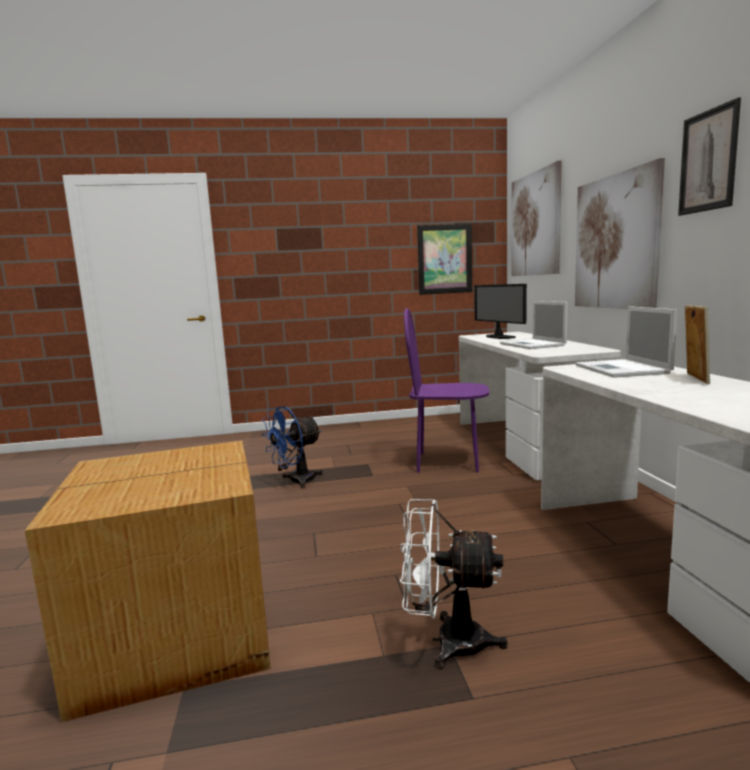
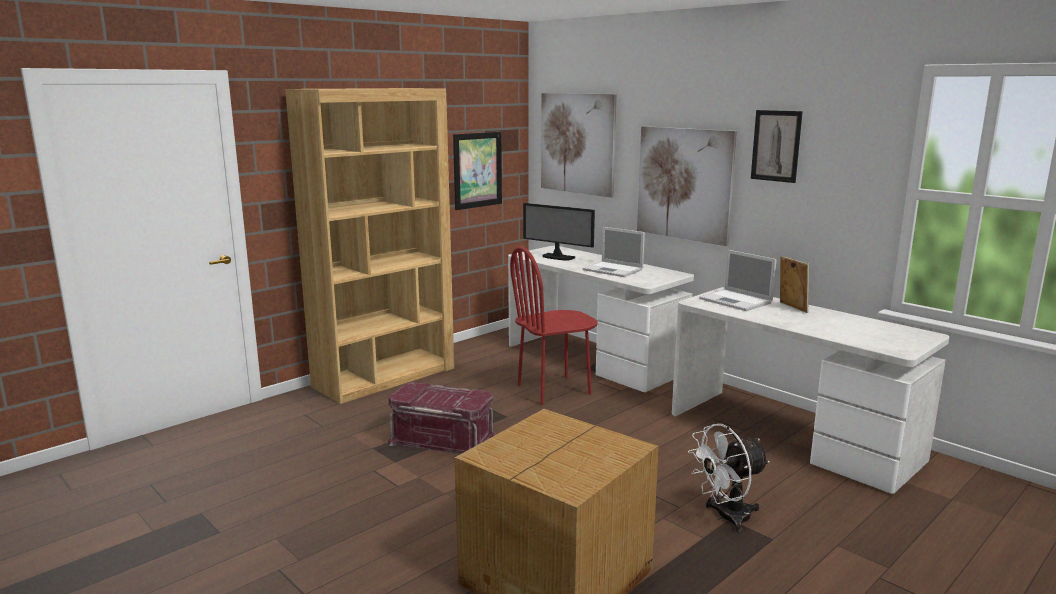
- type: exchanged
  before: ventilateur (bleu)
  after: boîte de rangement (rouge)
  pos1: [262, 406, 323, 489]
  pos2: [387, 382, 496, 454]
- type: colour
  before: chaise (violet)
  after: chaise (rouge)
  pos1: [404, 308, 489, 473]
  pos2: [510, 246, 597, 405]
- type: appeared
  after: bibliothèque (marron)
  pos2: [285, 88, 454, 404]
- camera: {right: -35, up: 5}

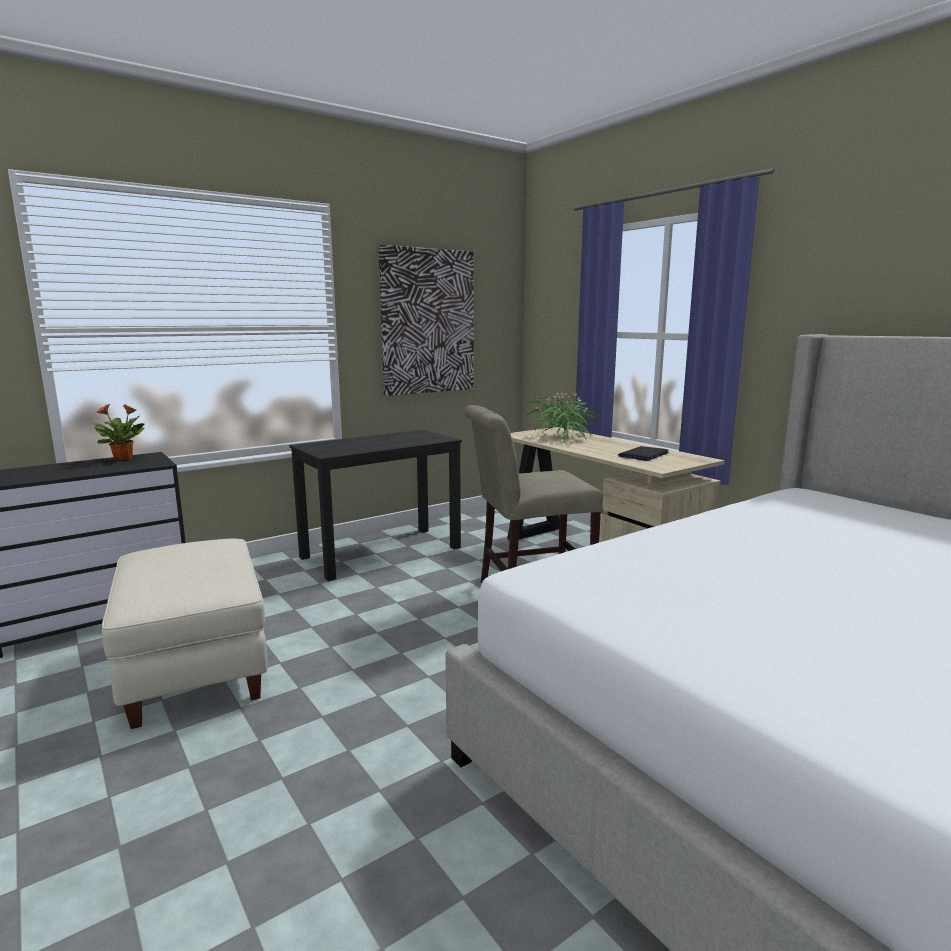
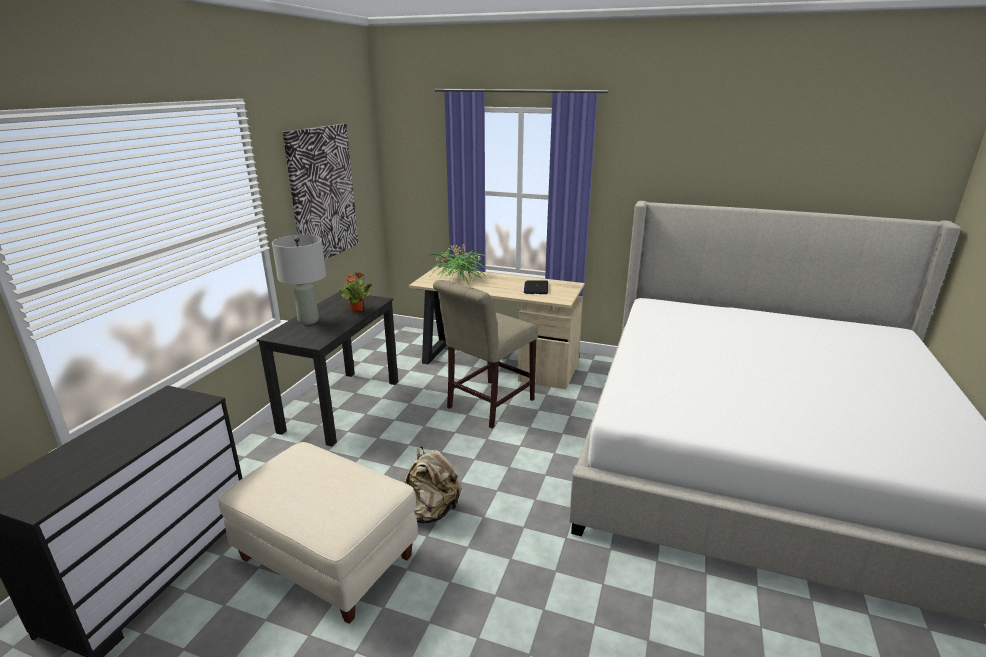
- type: relocated
  before: plante en pot
  pos1: [92, 404, 145, 461]
  pos2: [337, 272, 374, 313]
- type: appeared
  after: lampe de table (gris)
  pos2: [272, 235, 326, 325]
- type: appeared
  after: sac à dos (beige)
  pos2: [405, 446, 461, 523]
- camera: {right: -35, up: 10}

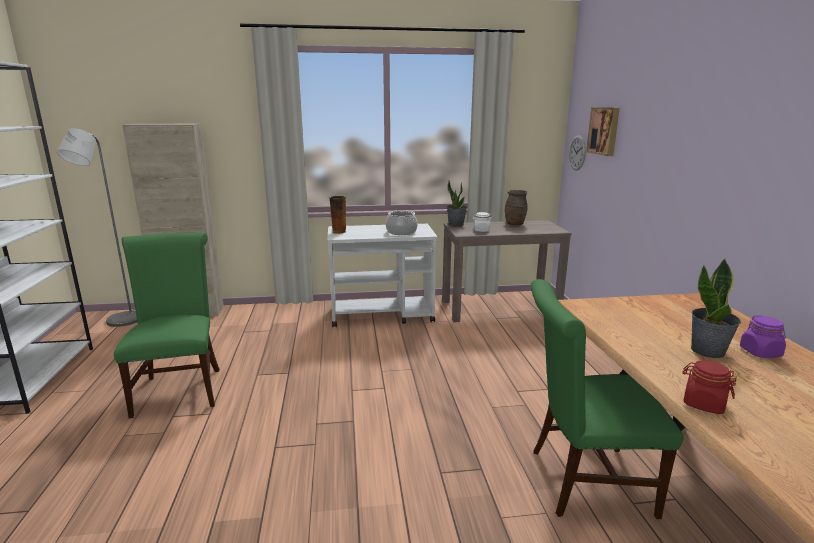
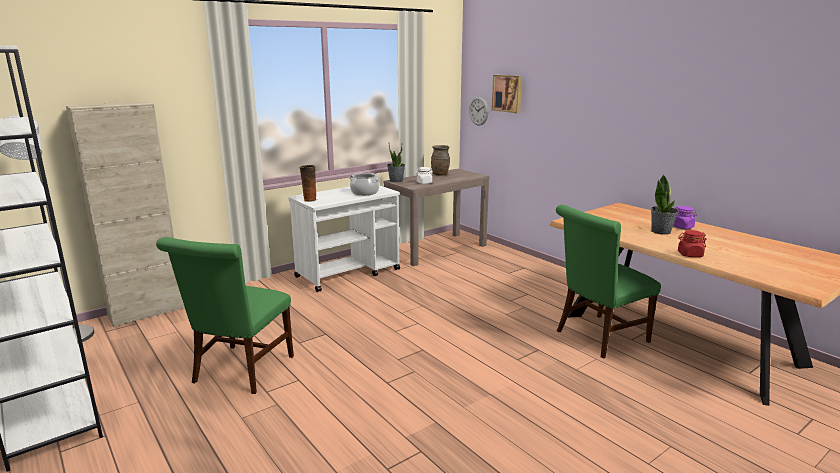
- type: spun
  before: chaise (vert)
  pos1: [114, 232, 220, 418]
  pos2: [156, 237, 294, 394]
  turn: -120
- camera: {right: -30, up: 0}

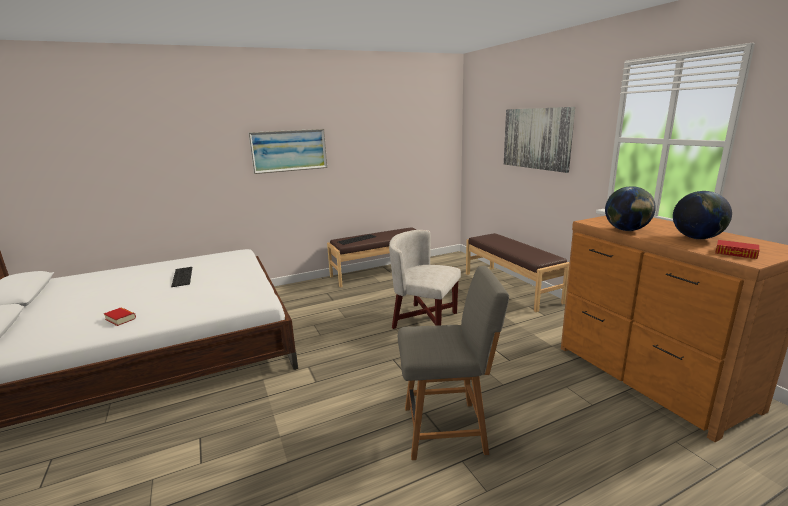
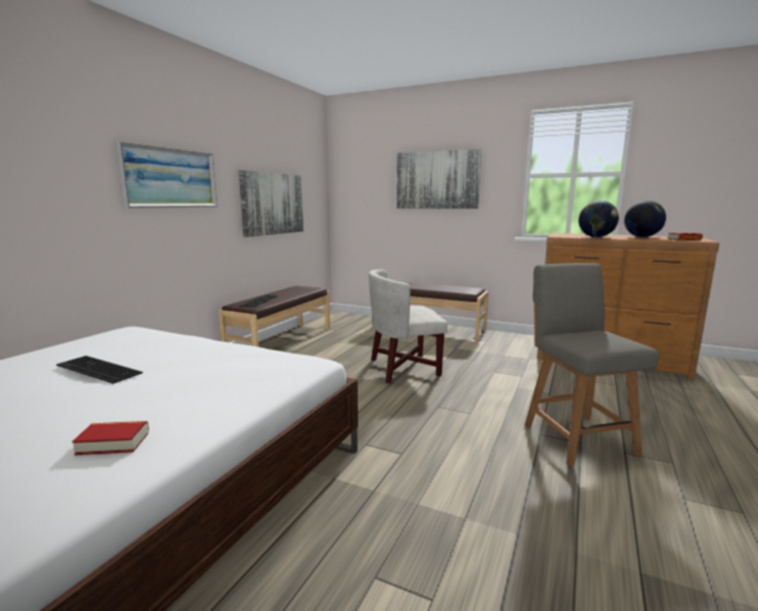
- type: spun
  before: chaise (gris)
  pos1: [398, 266, 509, 460]
  pos2: [524, 263, 659, 466]
  turn: -60
- type: appeared
  after: tableau
  pos2: [239, 170, 304, 237]
- camera: {right: -40, up: -5}

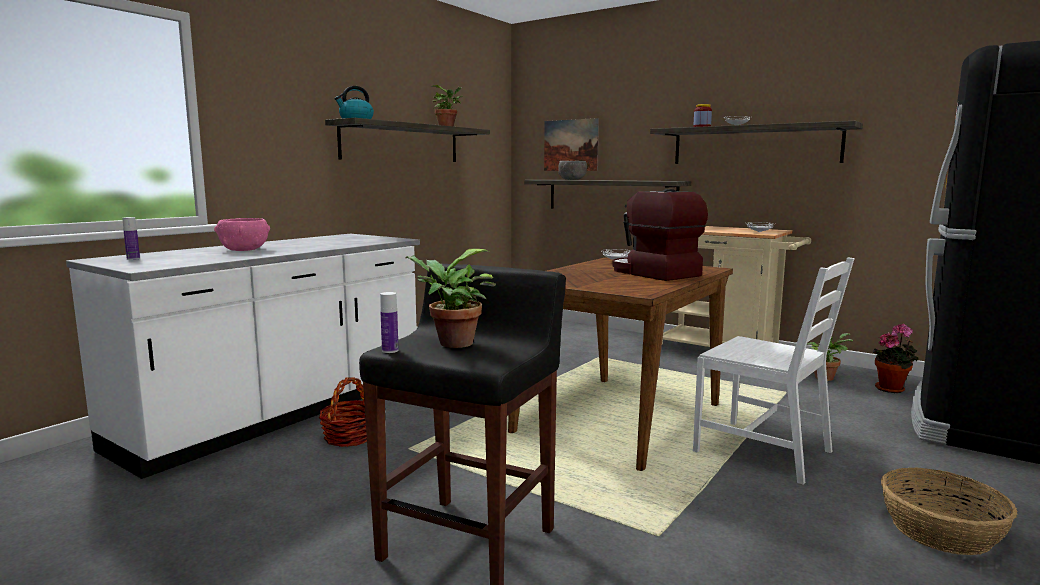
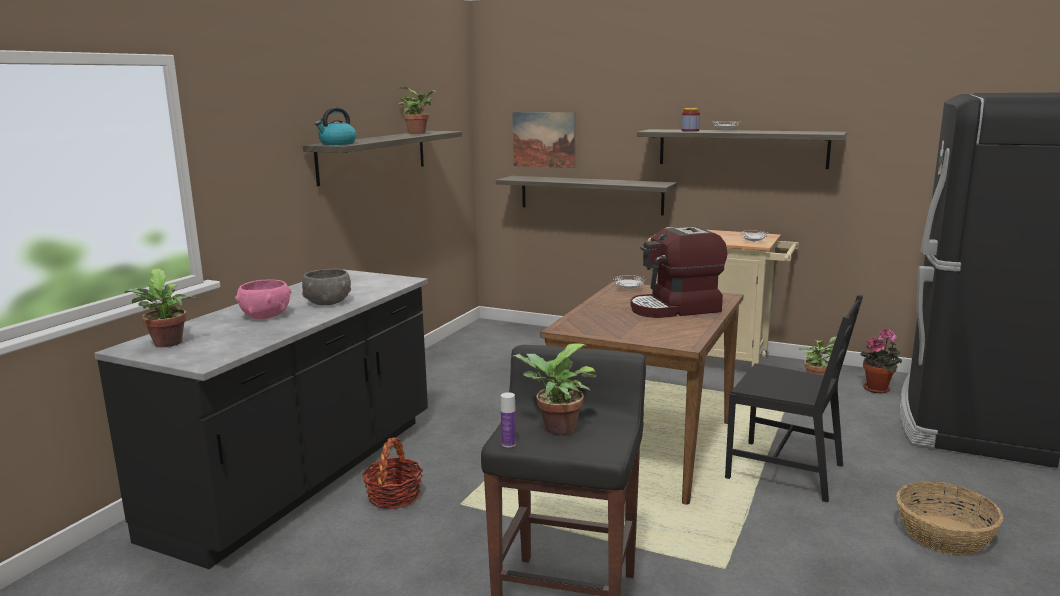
- type: colour
  before: comptoir de cuisine (blanc)
  after: comptoir de cuisine (noir)
  pos1: [66, 234, 420, 479]
  pos2: [94, 269, 428, 569]
- type: exchanged
  before: bouteille
  after: plante en pot
  pos1: [122, 217, 140, 260]
  pos2: [124, 268, 198, 347]
- type: relocated
  before: bol (gris)
  pos1: [558, 161, 587, 180]
  pos2: [302, 269, 351, 305]
- type: spun
  before: machine à café
  pos1: [612, 189, 708, 281]
  pos2: [631, 226, 727, 318]
  turn: -60
- type: colour
  before: chaise (blanc)
  after: chaise (noir)
  pos1: [693, 258, 855, 485]
  pos2: [725, 295, 863, 502]
- camera: {right: -10, up: 5}

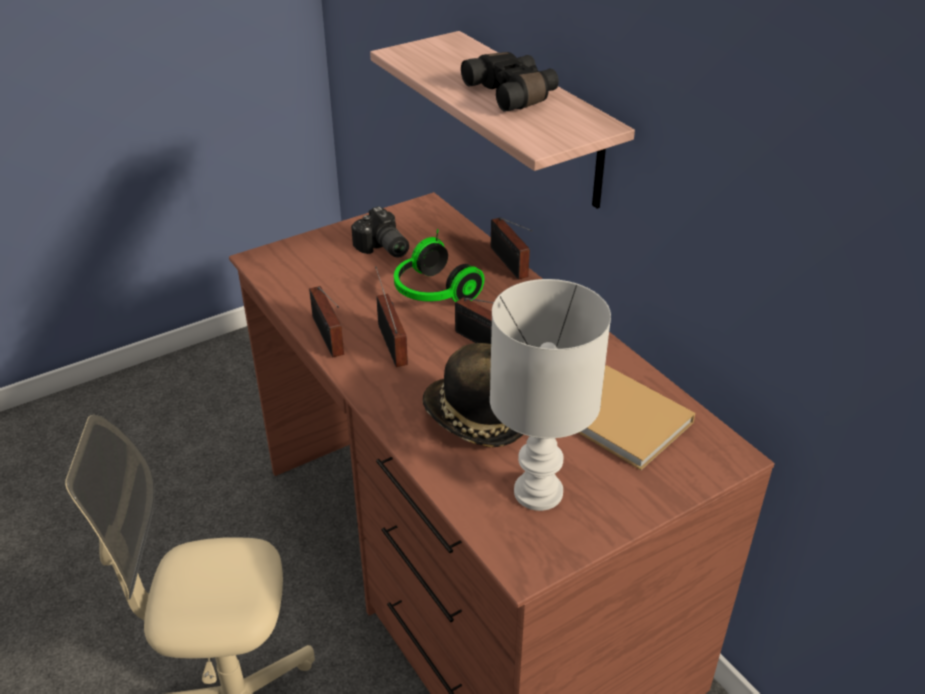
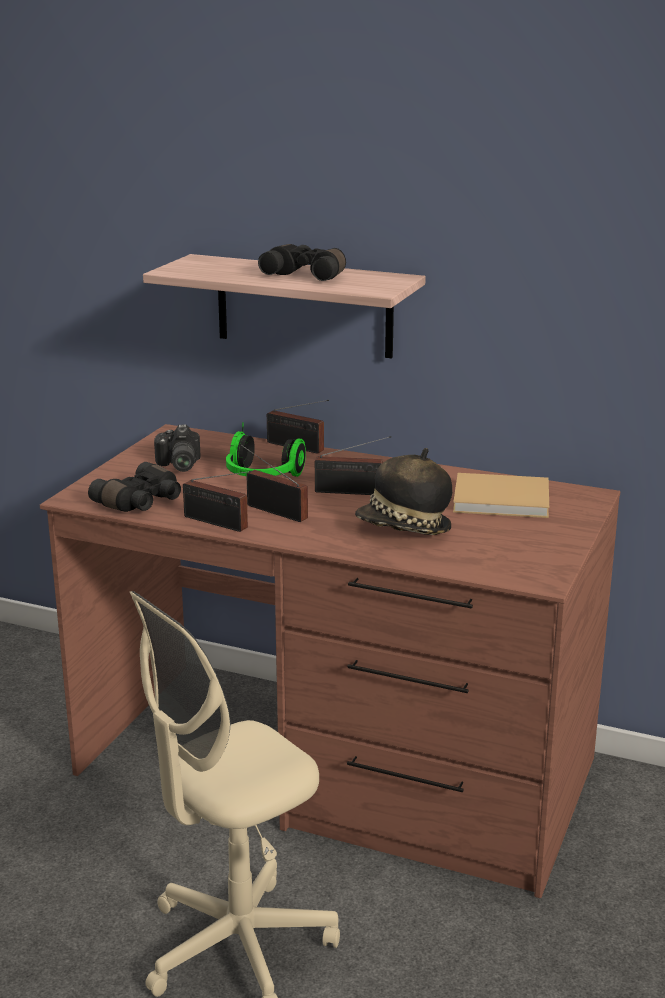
- type: spun
  before: appareil photo
  pos1: [351, 206, 409, 258]
  pos2: [154, 424, 200, 472]
  turn: 60
- type: missing
  before: lampe de table (blanc)
  pos1: [490, 279, 611, 511]
- type: appeared
  after: jumelles (noir)
  pos2: [88, 462, 181, 512]
- camera: {right: -35, up: -15}

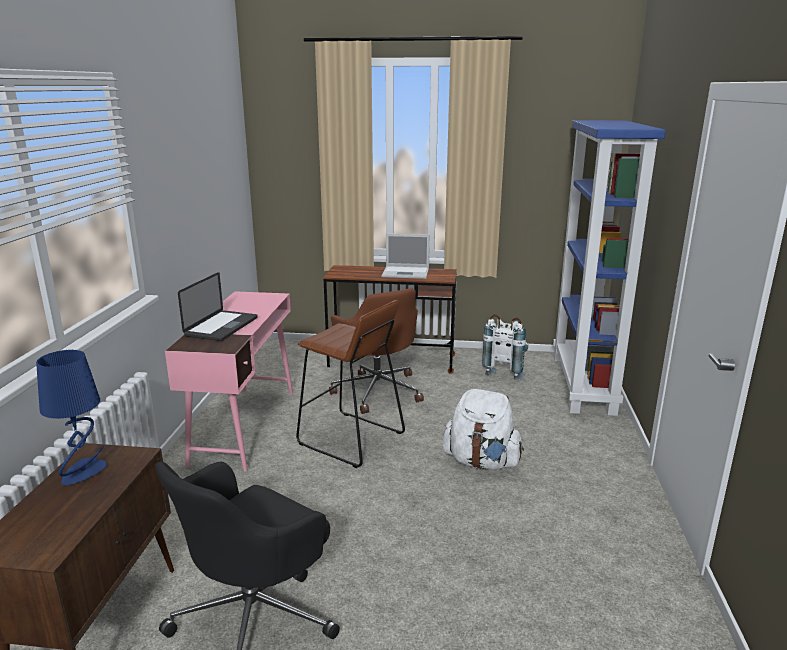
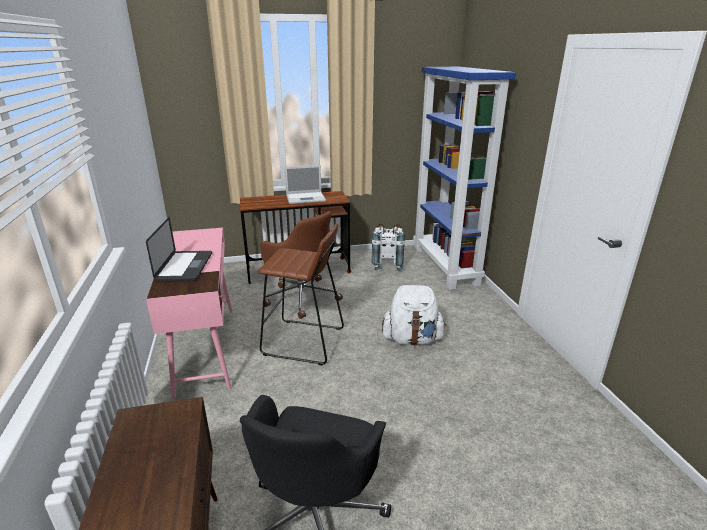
- type: missing
  before: lampe de table (bleu)
  pos1: [36, 350, 107, 485]
- camera: {right: -20, up: 5}

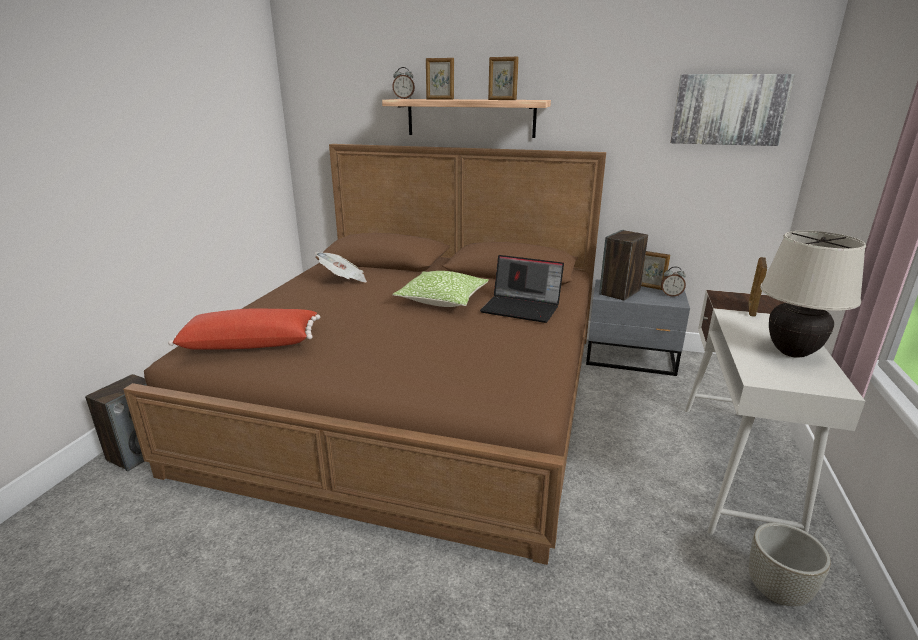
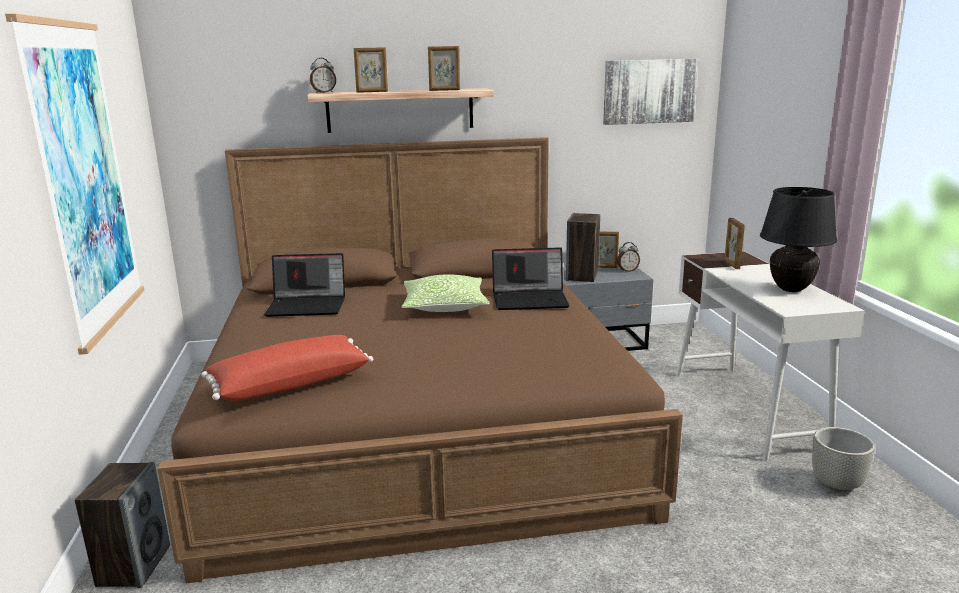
- type: exchanged
  before: journal
  after: ordinateur portable
  pos1: [315, 252, 367, 282]
  pos2: [264, 253, 345, 317]
- type: colour
  before: lampe de table (beige)
  after: lampe de table (noir)
  pos1: [760, 230, 866, 358]
  pos2: [760, 187, 837, 292]
- type: appeared
  after: tableau
  pos2: [5, 14, 145, 355]
- camera: {right: -25, up: -5}

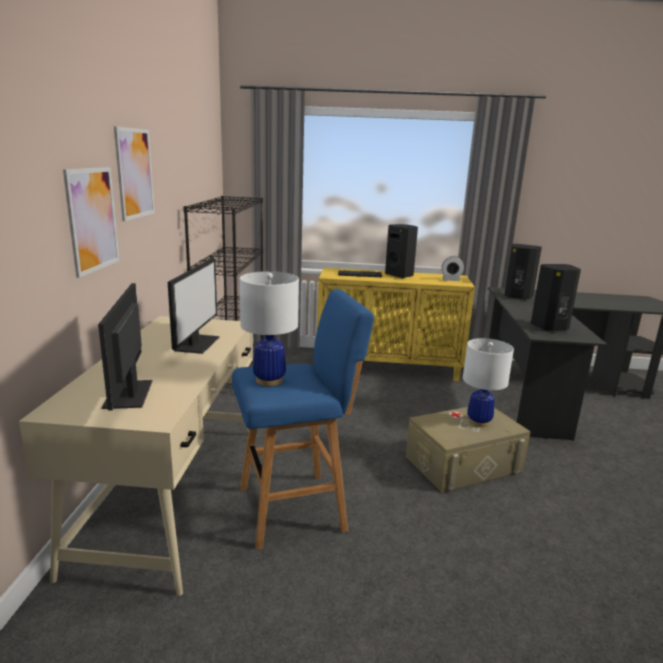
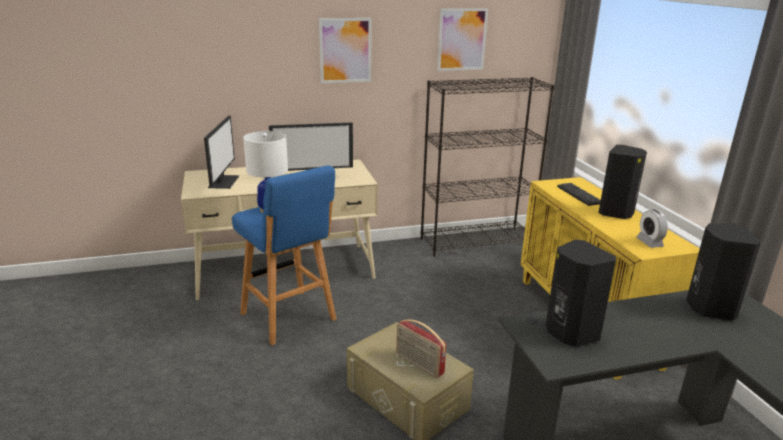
- type: relocated
  before: tableau
  pos1: [63, 167, 119, 278]
  pos2: [437, 8, 488, 71]
- type: spun
  before: écran d'ordinateur
  pos1: [98, 283, 152, 411]
  pos2: [204, 116, 239, 189]
  turn: 120
- type: exchanged
  before: lampe de table (blanc)
  after: radio
  pos1: [463, 338, 514, 427]
  pos2: [396, 319, 446, 378]
- camera: {right: 70, up: 5}

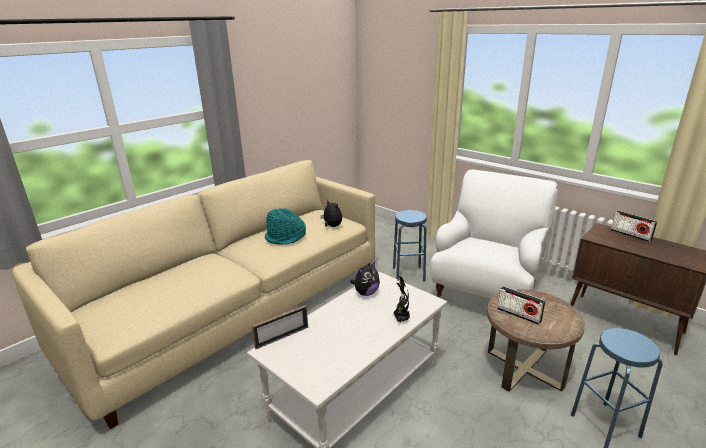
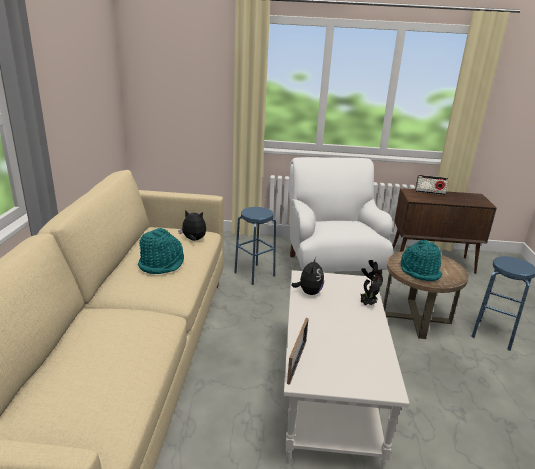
- type: exchanged
  before: radio
  after: chapeau (turquoise)
  pos1: [497, 286, 545, 325]
  pos2: [401, 240, 442, 281]
- camera: {right: -40, up: 0}

